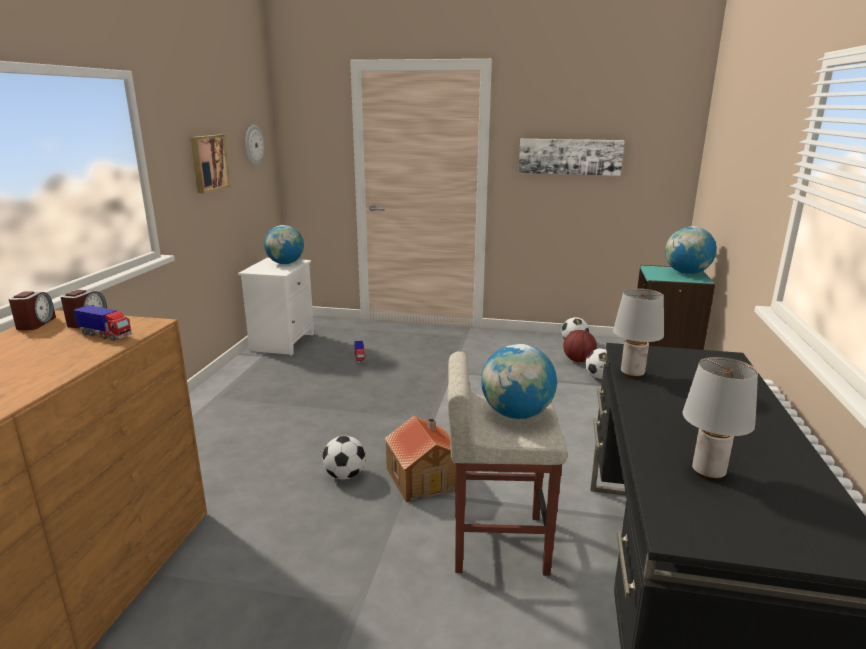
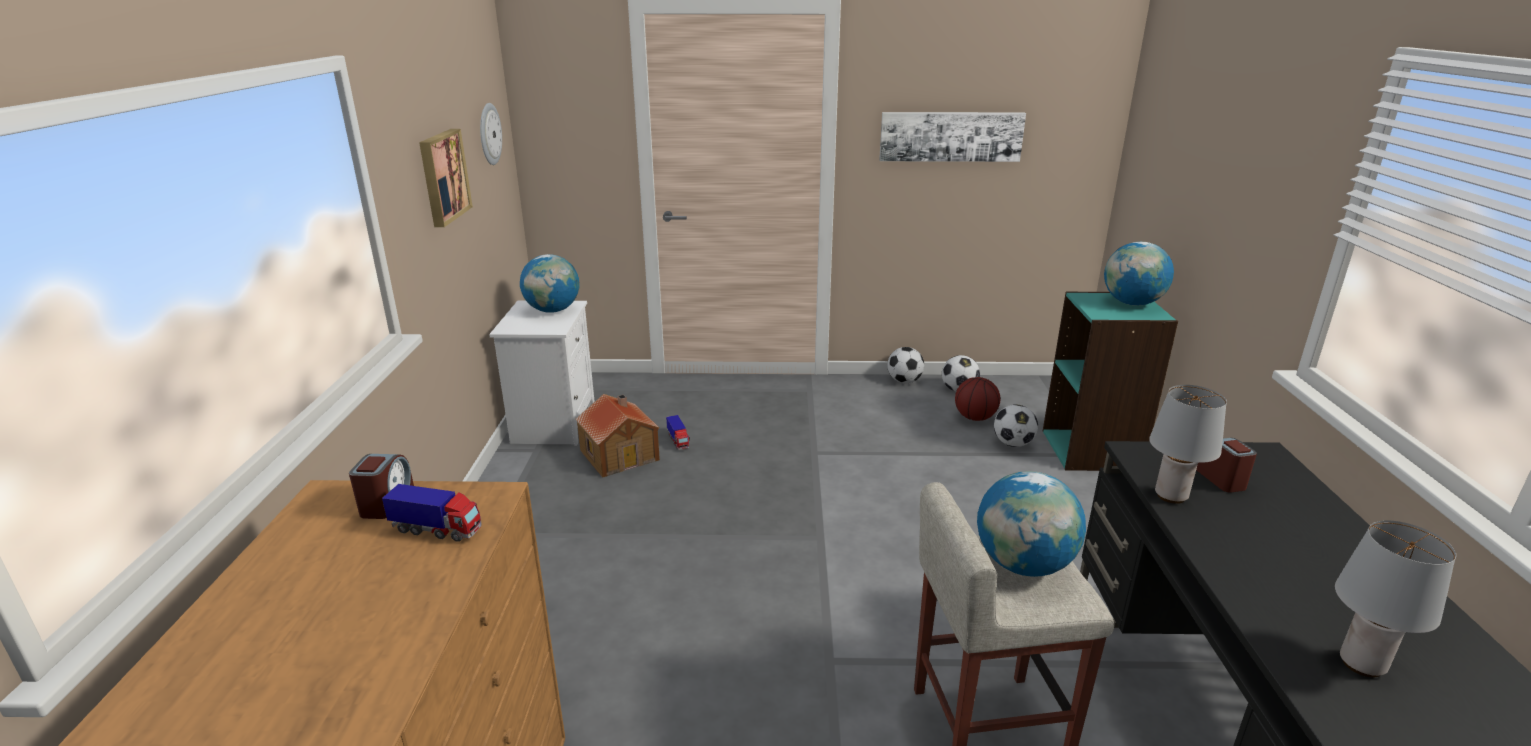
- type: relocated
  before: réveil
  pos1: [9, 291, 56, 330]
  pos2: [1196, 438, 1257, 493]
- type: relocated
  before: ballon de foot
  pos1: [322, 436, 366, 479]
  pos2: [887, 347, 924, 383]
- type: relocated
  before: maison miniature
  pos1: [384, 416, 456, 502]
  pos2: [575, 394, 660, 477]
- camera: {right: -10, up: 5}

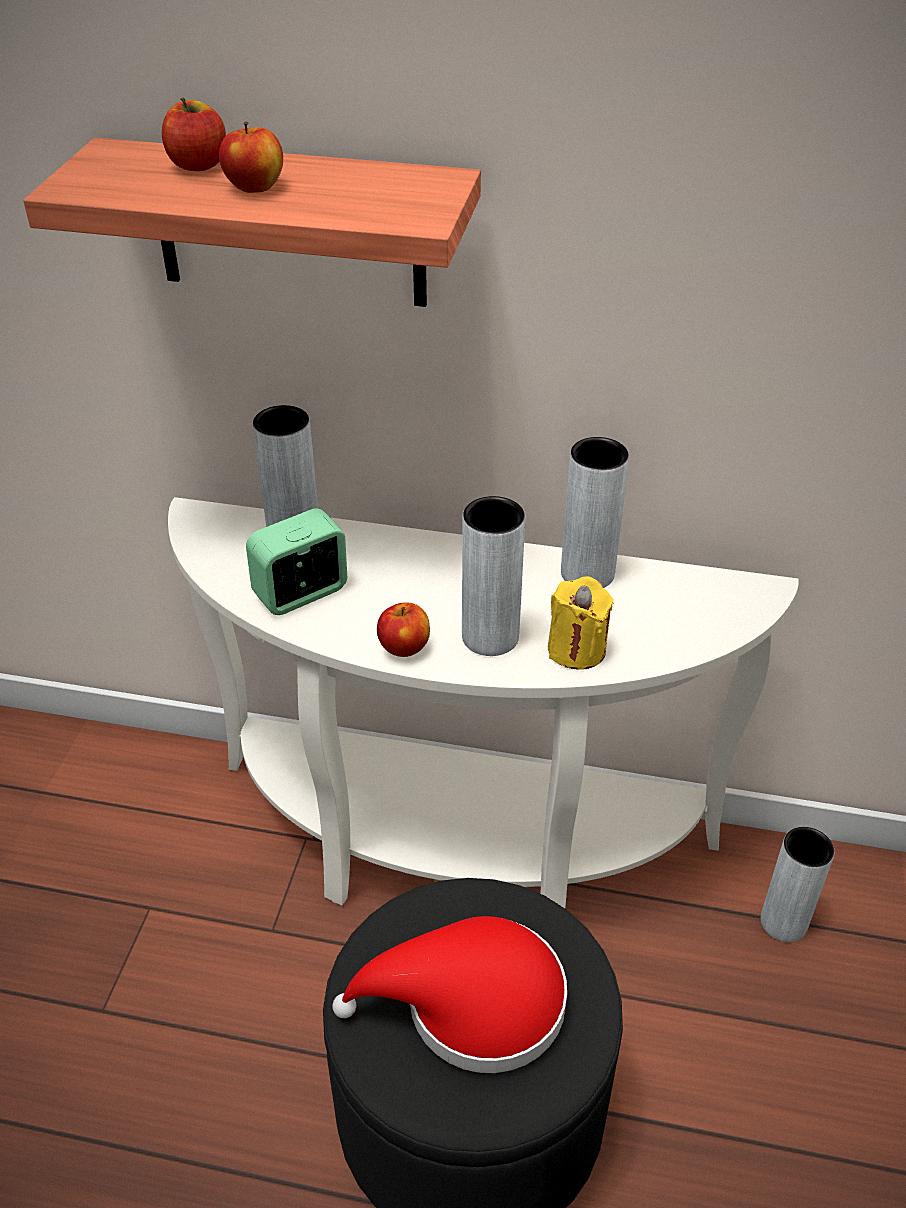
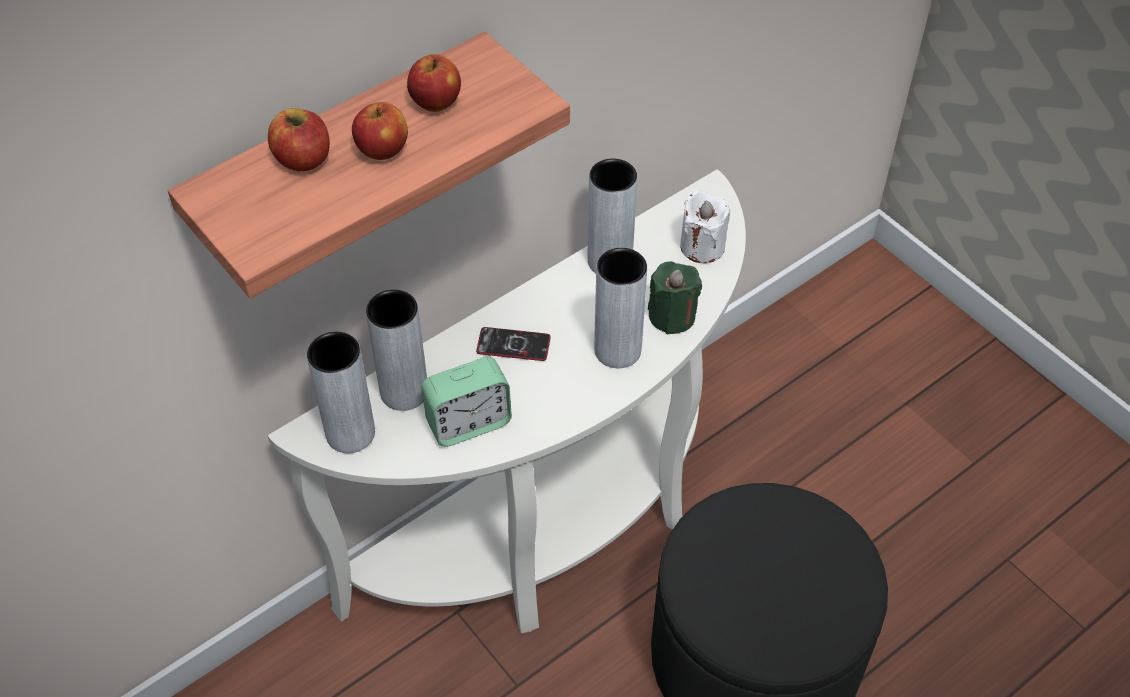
- type: spun
  before: réveil
  pos1: [246, 508, 347, 615]
  pos2: [421, 357, 512, 447]
  turn: -120
- type: missing
  before: chapeau (rouge)
  pos1: [332, 916, 567, 1073]
- type: relocated
  before: pomme
  pos1: [377, 602, 430, 657]
  pos2: [407, 54, 461, 112]
- type: colour
  before: bougie (jaune)
  after: bougie (vert)
  pos1: [548, 576, 614, 669]
  pos2: [648, 261, 702, 334]
- type: relocated
  before: vase (gris)
  pos1: [761, 827, 835, 942]
  pos2: [307, 332, 375, 453]
- type: appeared
  after: téléphone
  pos2: [476, 327, 551, 361]
- type: appeared
  after: bougie (blanc)
  pos2: [680, 190, 730, 263]
- camera: {right: -50, up: 10}

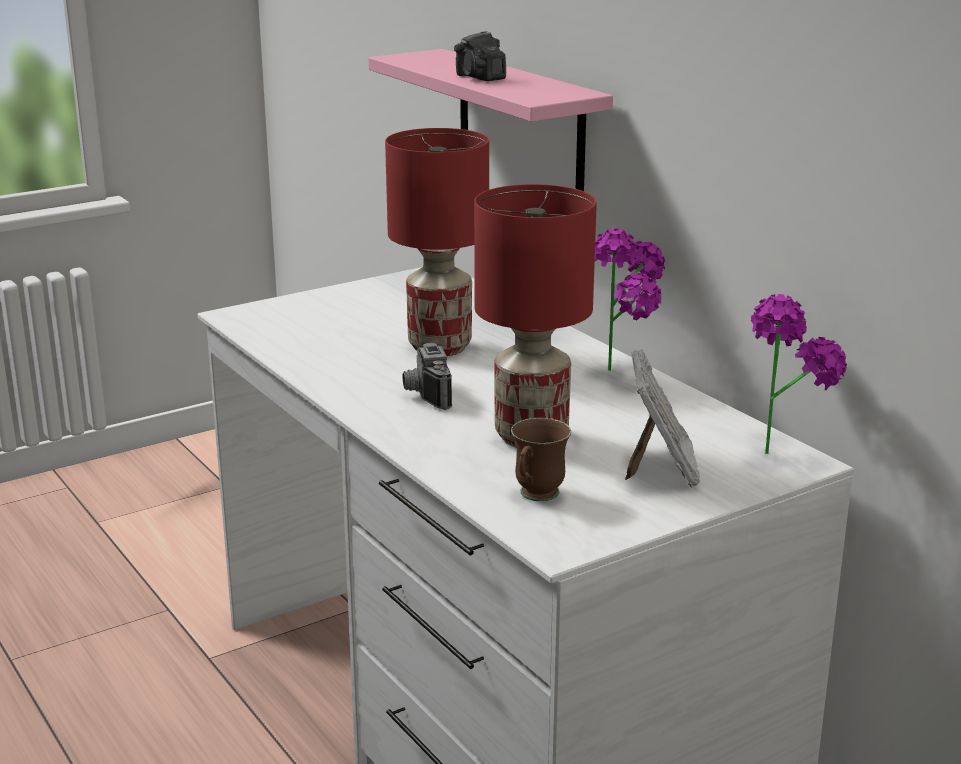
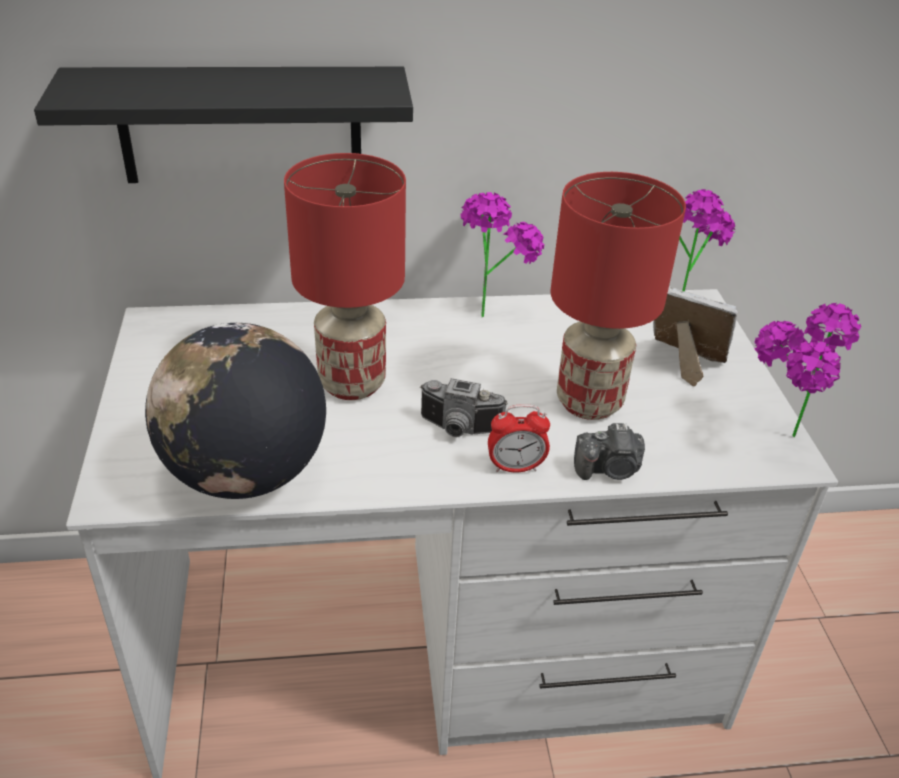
- type: colour
  before: étagère (rose)
  after: étagère (noir)
  pos1: [368, 49, 613, 191]
  pos2: [34, 67, 413, 183]
- type: relocated
  before: appareil photo
  pos1: [454, 31, 506, 81]
  pos2: [574, 423, 645, 480]
- type: missing
  before: mug (marron)
  pos1: [511, 418, 571, 501]
- type: appeared
  after: globe
  pos2: [145, 323, 326, 499]
- type: appeared
  after: réveil
  pos2: [488, 404, 550, 472]
- type: appeared
  after: plante en pot
  pos2: [754, 303, 861, 437]
- camera: {right: -65, up: 15}

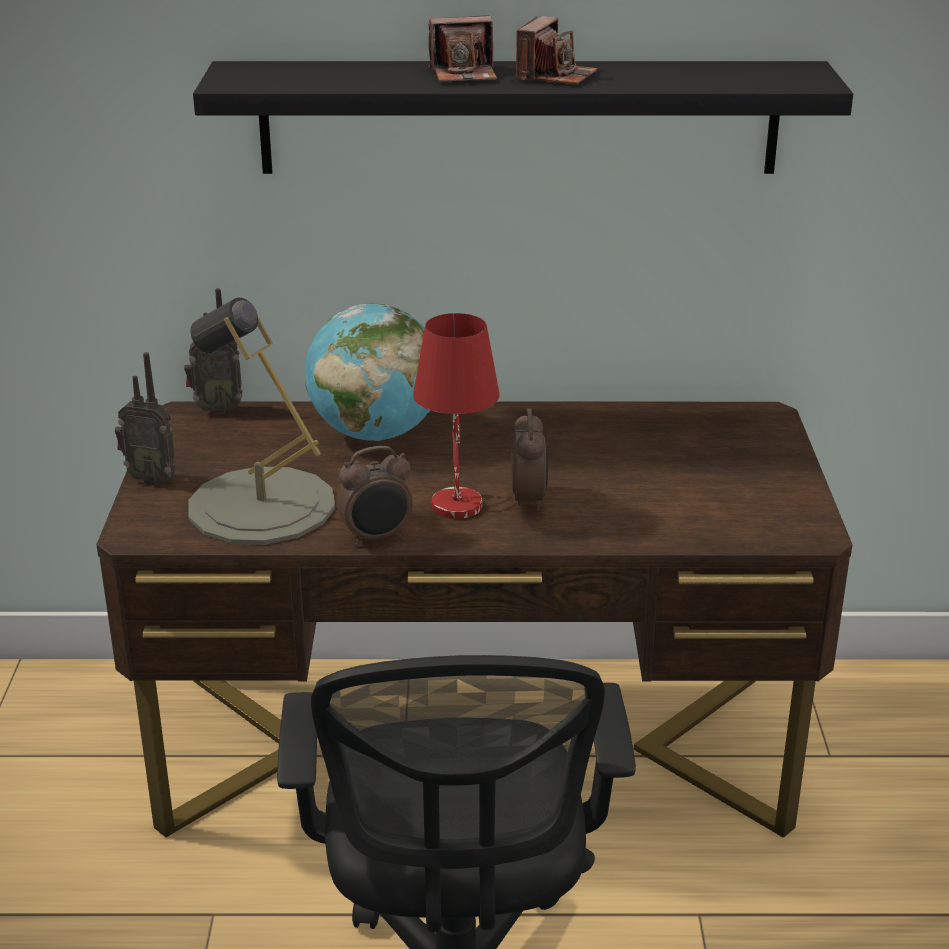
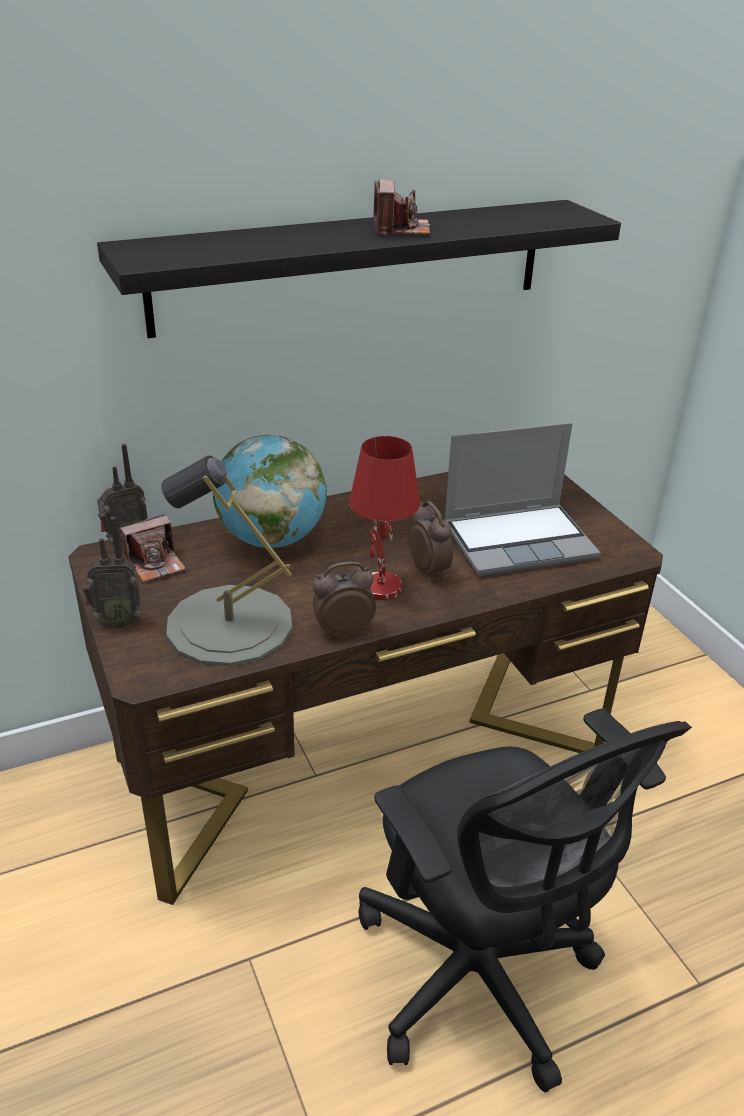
- type: spun
  before: réveil
  pos1: [336, 446, 413, 546]
  pos2: [313, 561, 376, 639]
  turn: -150
- type: relocated
  before: appareil photo
  pos1: [428, 15, 497, 82]
  pos2: [120, 514, 186, 582]
- type: appeared
  after: ordinateur portable
  pos2: [444, 423, 601, 576]
- camera: {right: -25, up: 5}

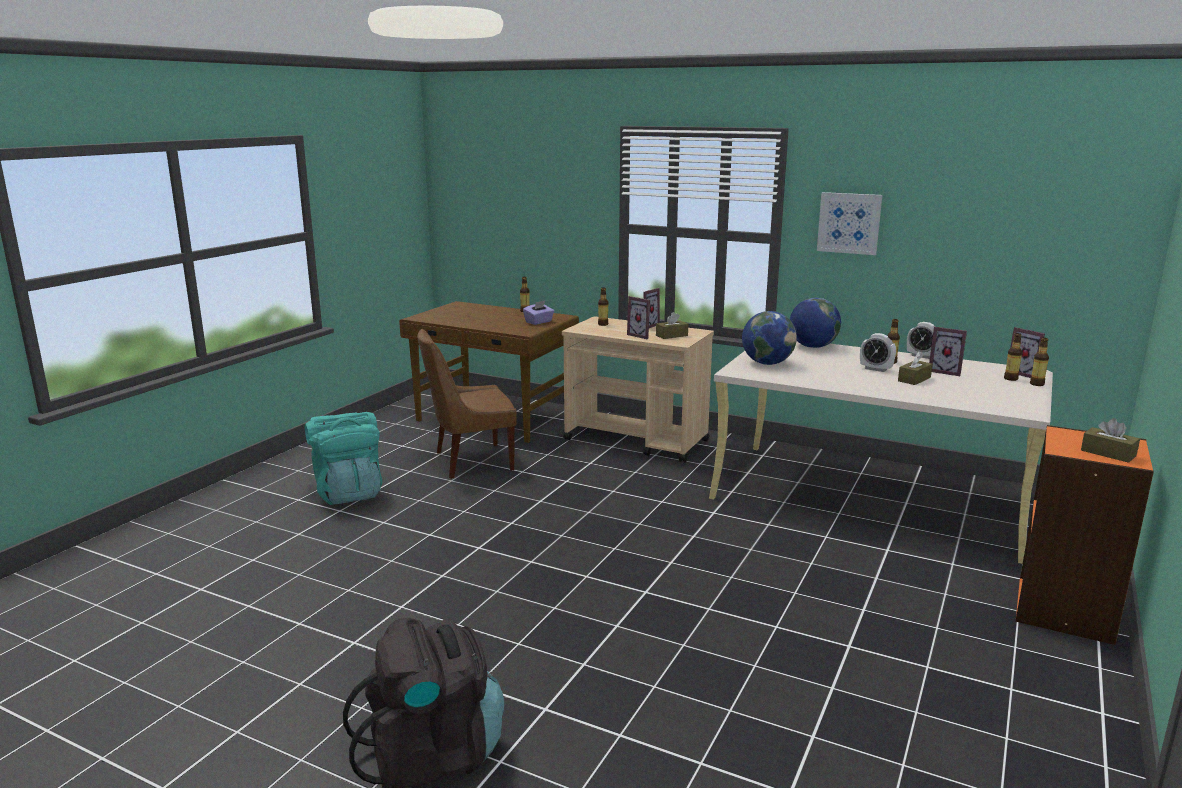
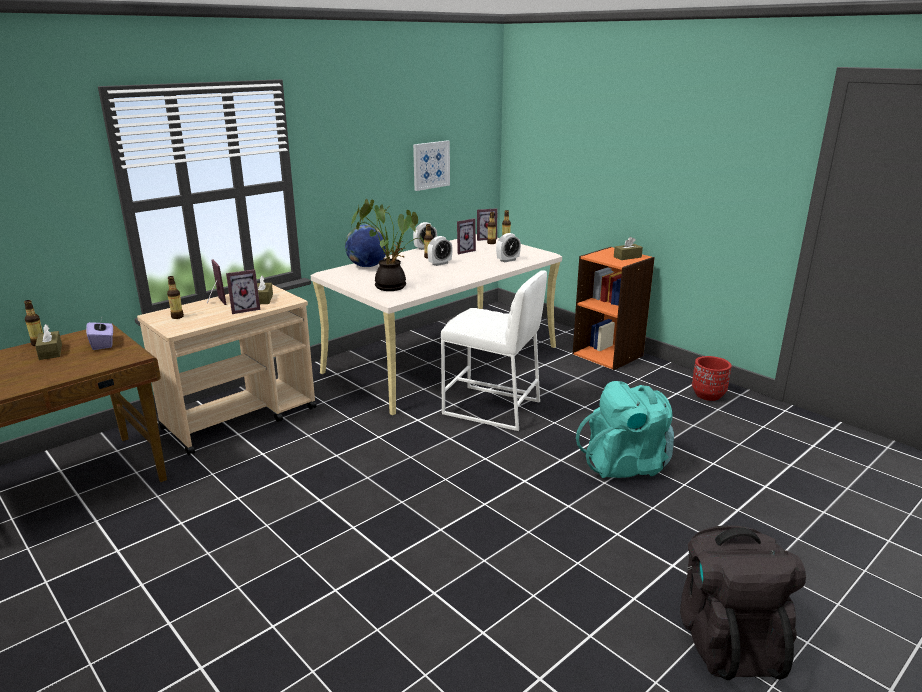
- type: relocated
  before: sac à dos (turquoise)
  pos1: [305, 412, 383, 505]
  pos2: [576, 381, 674, 478]
- type: missing
  before: chaise (marron)
  pos1: [417, 329, 517, 479]
- type: exchanged
  before: globe
  after: plante en pot
  pos1: [742, 311, 797, 365]
  pos2: [351, 199, 425, 291]
- type: relocated
  before: tableau
  pos1: [817, 192, 882, 255]
  pos2: [413, 140, 450, 191]
- type: relocated
  before: boîte à mouchoirs (marron)
  pos1: [898, 351, 933, 385]
  pos2: [35, 324, 62, 360]
- type: appeared
  after: tabouret (blanc)
  pos2: [441, 270, 547, 431]
- type: appeared
  after: réveil
  pos2: [496, 233, 521, 263]
- type: appeared
  after: cache-pot (rouge)
  pos2: [692, 356, 732, 401]
- camera: {right: -70, up: 5}

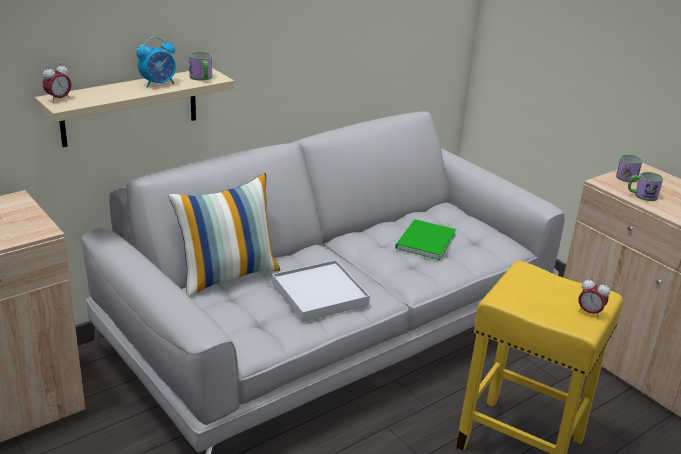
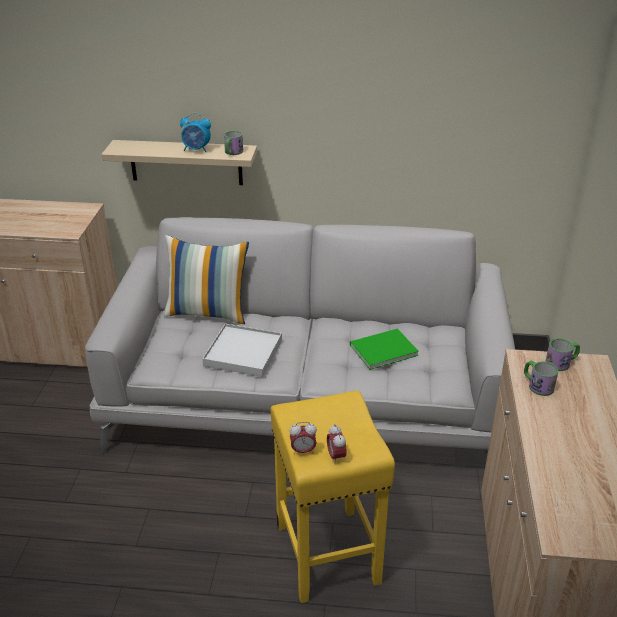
- type: relocated
  before: réveil
  pos1: [43, 63, 71, 101]
  pos2: [289, 422, 317, 455]
- camera: {right: 45, up: 5}

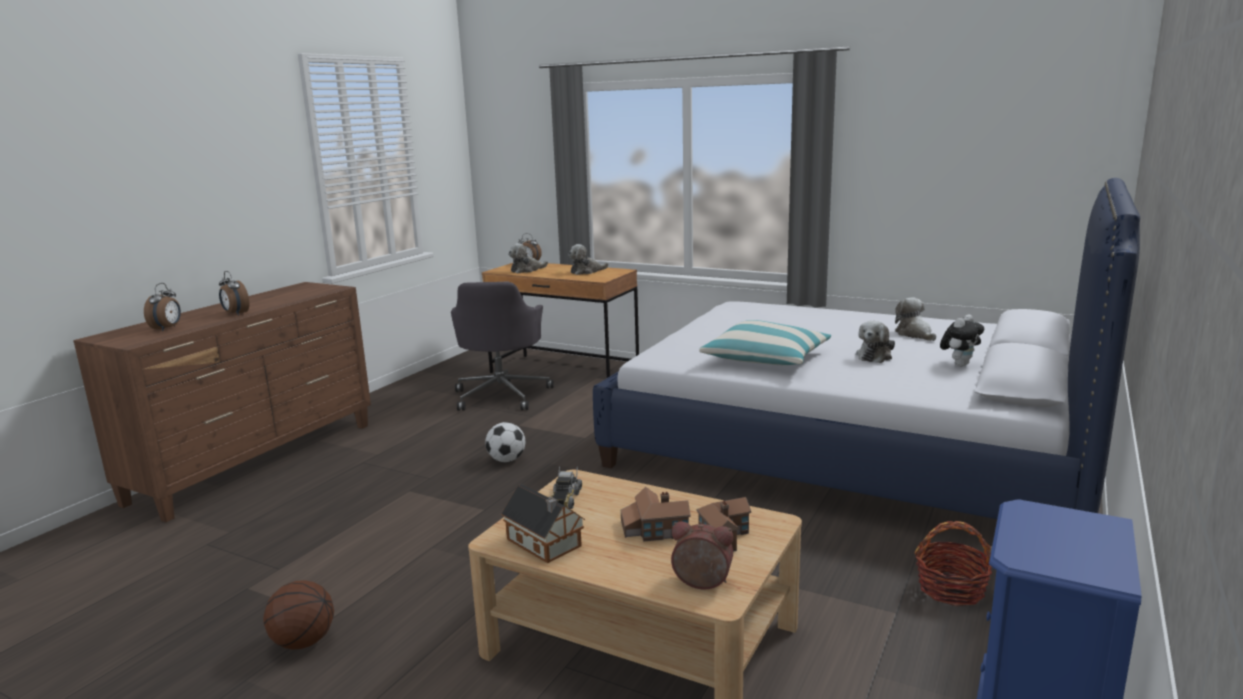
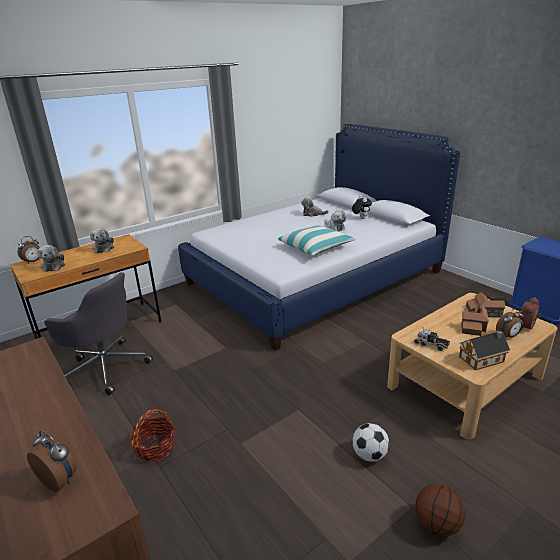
- type: relocated
  before: réveil
  pos1: [219, 271, 249, 315]
  pos2: [496, 308, 524, 338]
- type: relocated
  before: ballon de foot
  pos1: [485, 422, 525, 462]
  pos2: [352, 423, 389, 462]
- type: relocated
  before: panier
  pos1: [914, 521, 992, 606]
  pos2: [129, 409, 175, 462]
- camera: {right: -65, up: 10}

